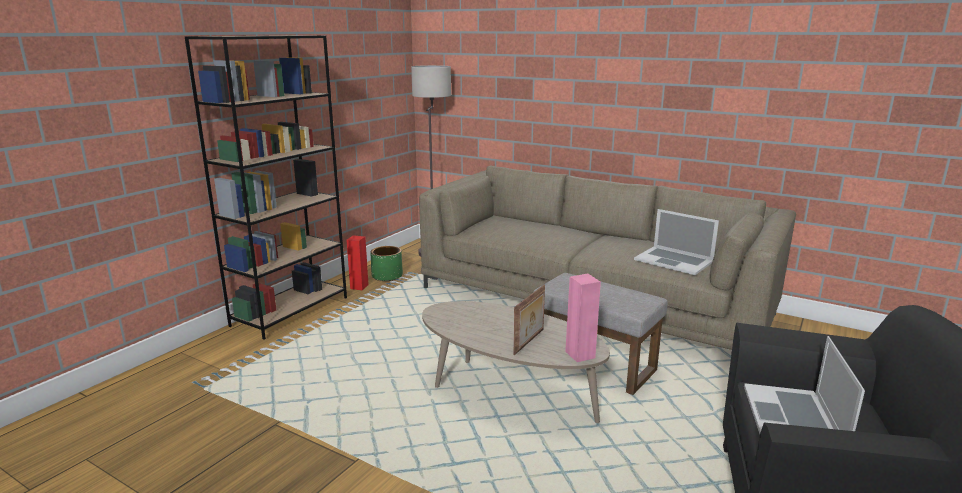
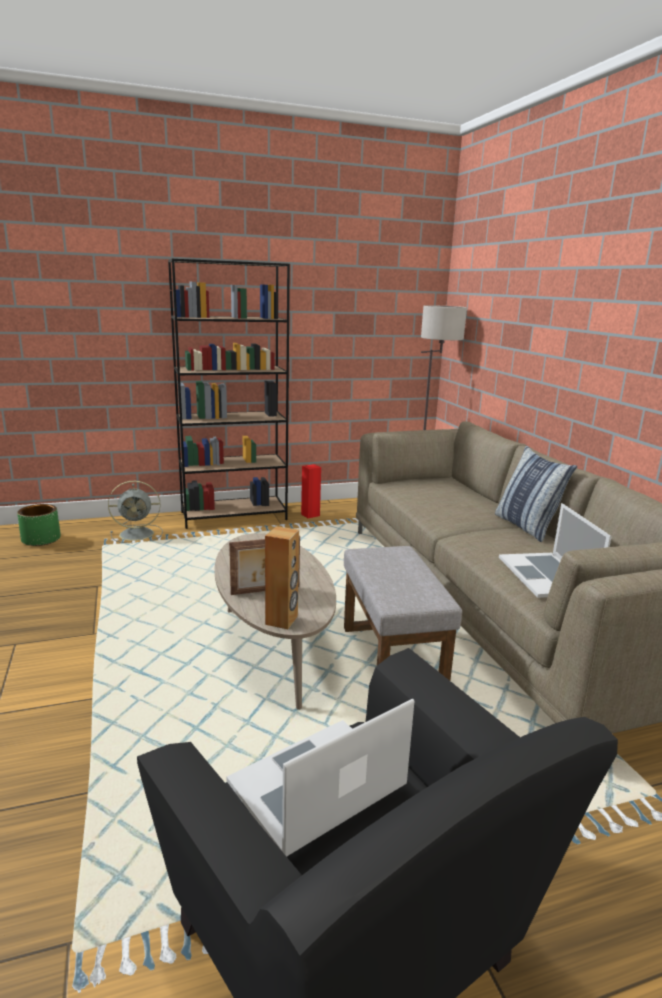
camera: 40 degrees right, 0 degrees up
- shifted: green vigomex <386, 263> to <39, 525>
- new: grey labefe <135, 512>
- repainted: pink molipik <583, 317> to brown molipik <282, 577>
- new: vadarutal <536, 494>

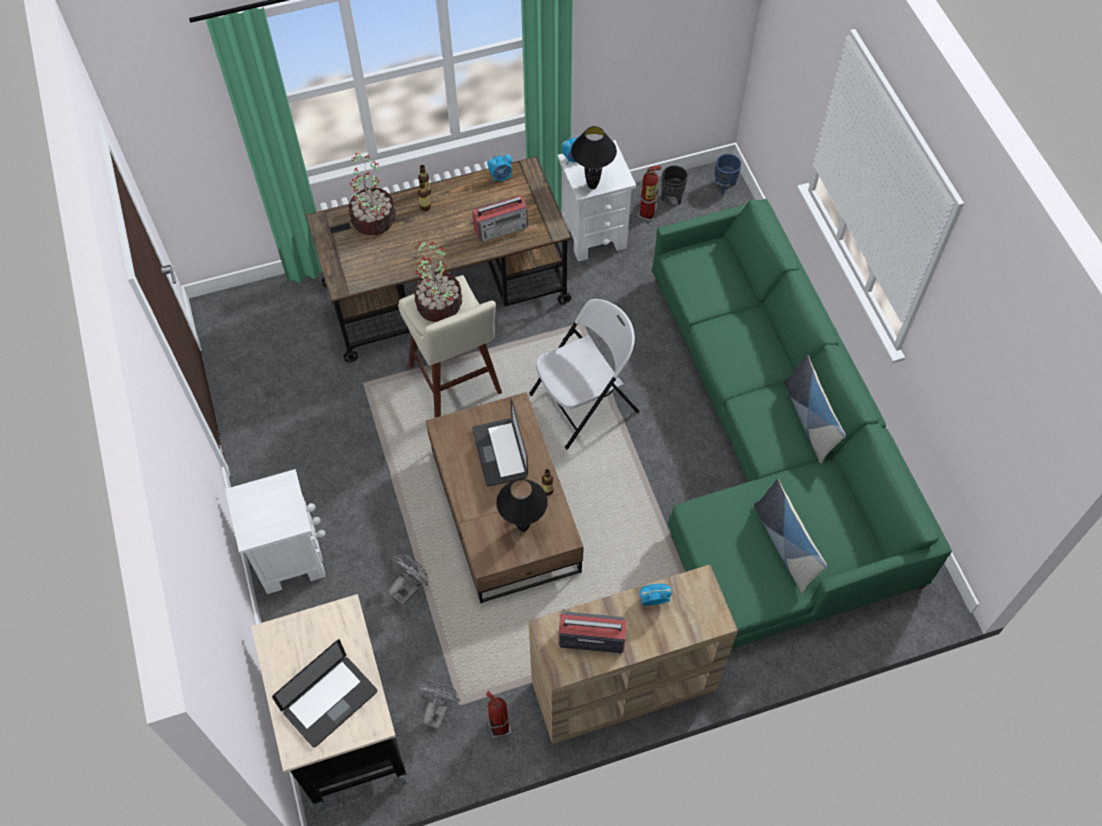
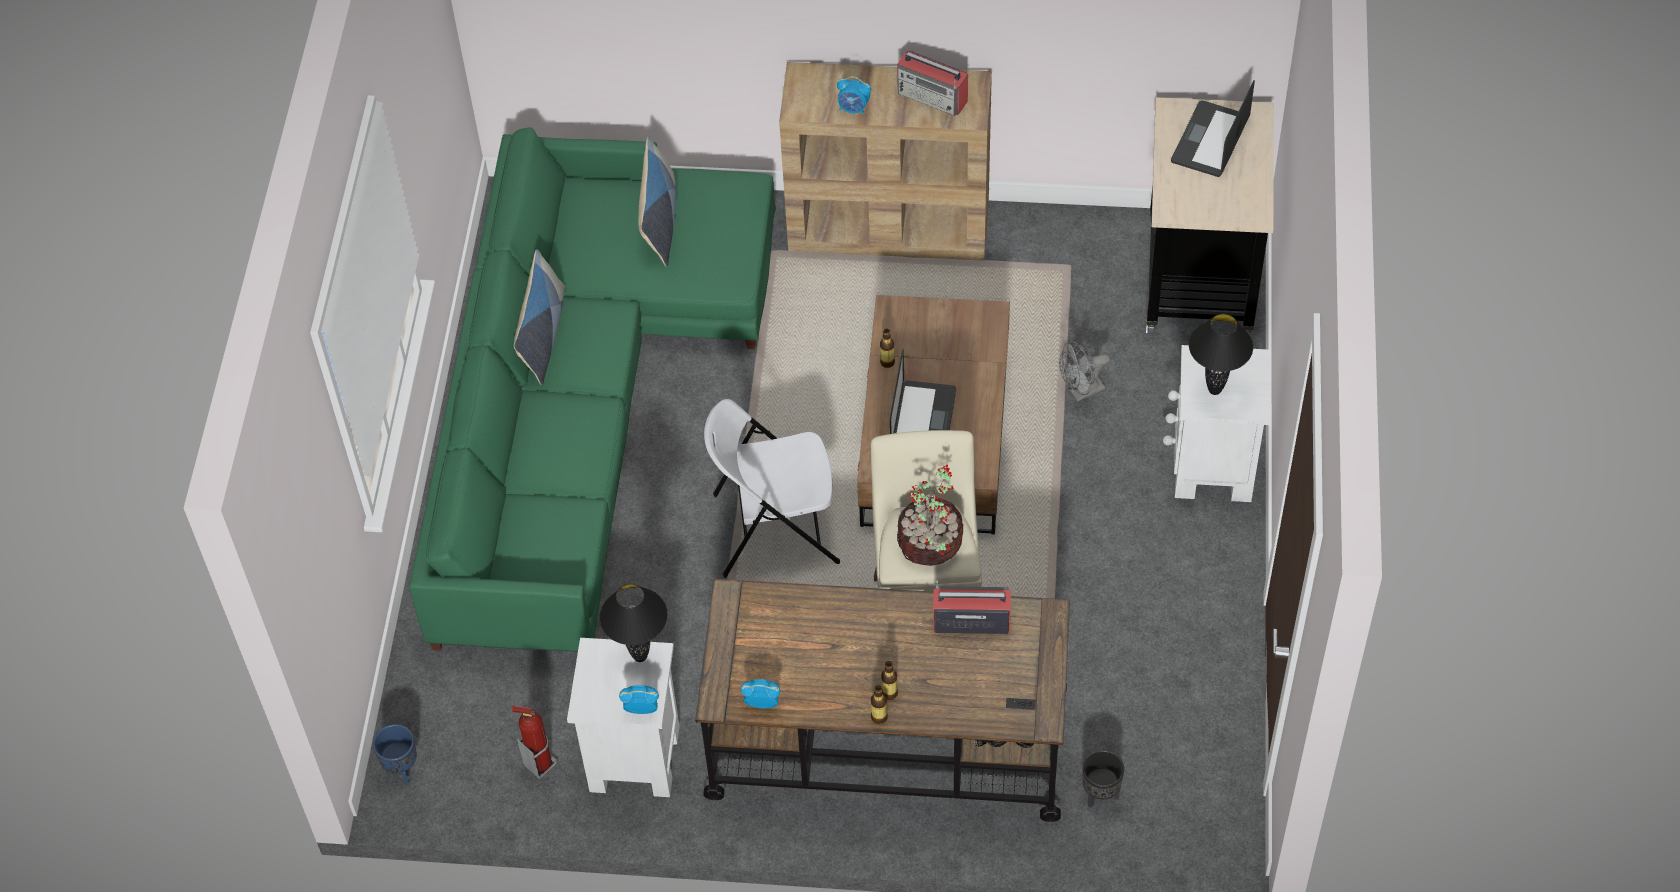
camera: 155 degrees left, 5 degrees down
- shifted: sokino <500, 218> to <972, 607>
- shifted: black vigomex <674, 185> to <1103, 779>
- rotated: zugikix <324, 693> = <1213, 128> 45 degrees counterclockwise
- shifted: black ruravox <522, 505> to <1221, 354>
- gone: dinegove <372, 194>
- gone: grey labefe <437, 704>
- gone: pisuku <498, 714>

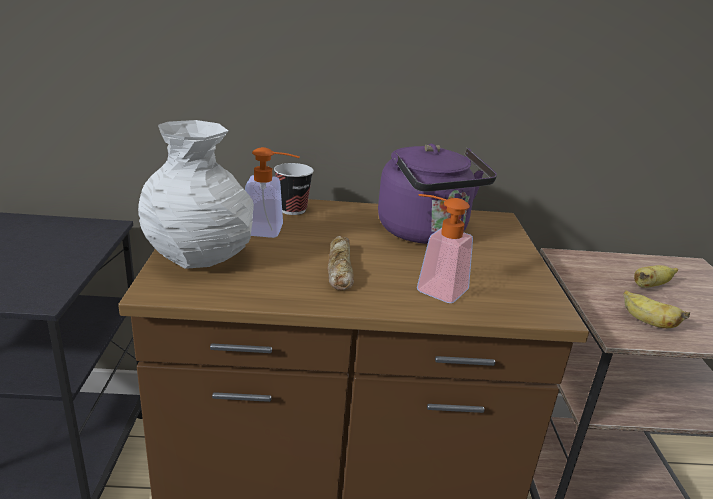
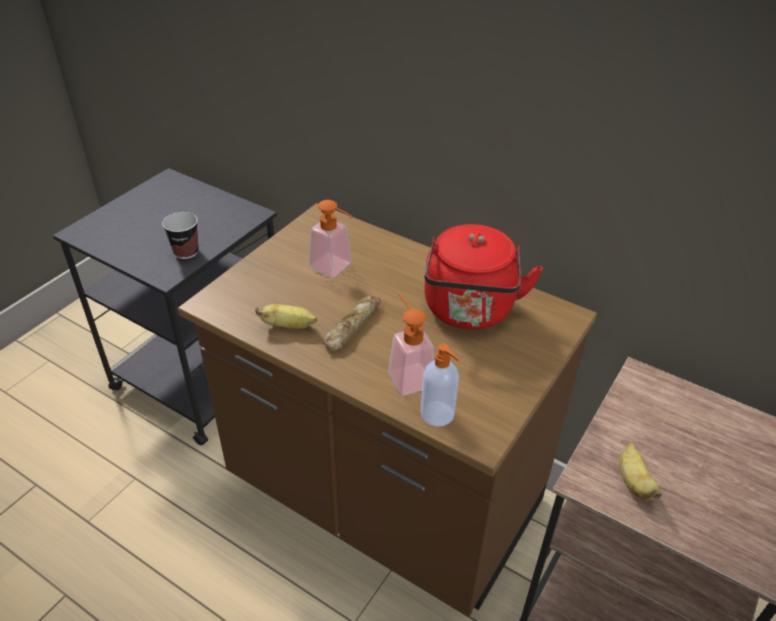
camera: 35 degrees right, 15 degrees up
- shifted: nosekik <294, 189> to <180, 235>
- shifted: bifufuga <656, 276> to <286, 316>
- new: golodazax <440, 385>
- repainted: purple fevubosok <437, 194> to red fevubosok <483, 277>
- gone: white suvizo <196, 194>

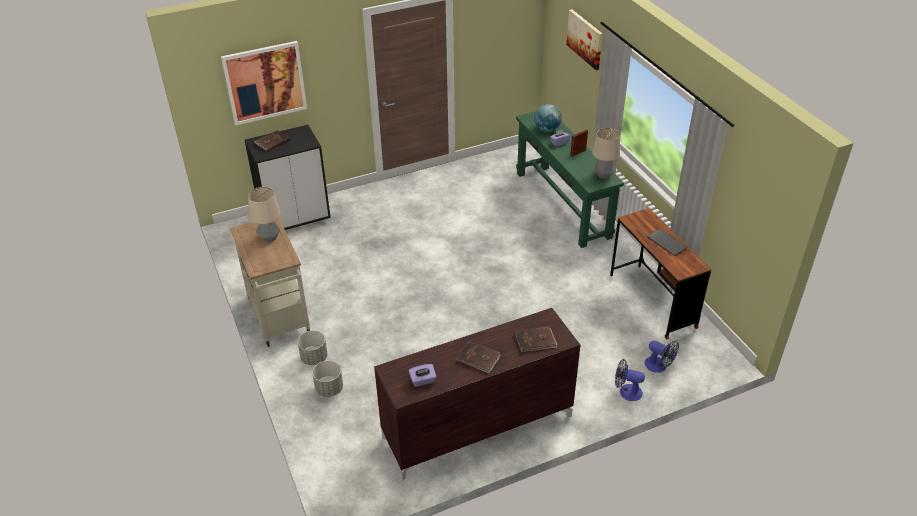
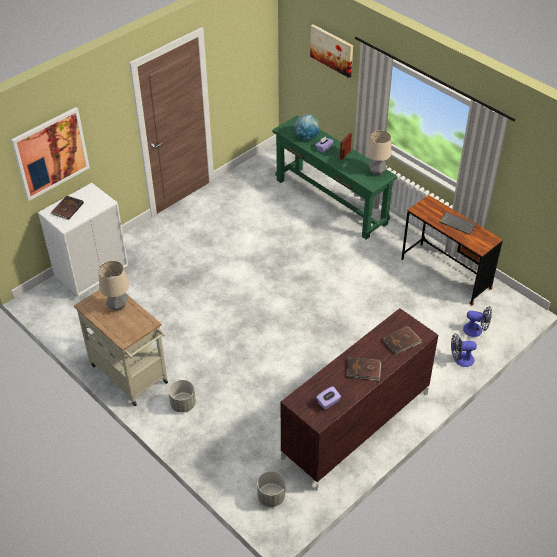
camera: 20 degrees left, 5 degrees up
- repainted: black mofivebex <288, 177> to white mofivebex <83, 239>
- shifted: grey vigomex <327, 379> to <271, 489>

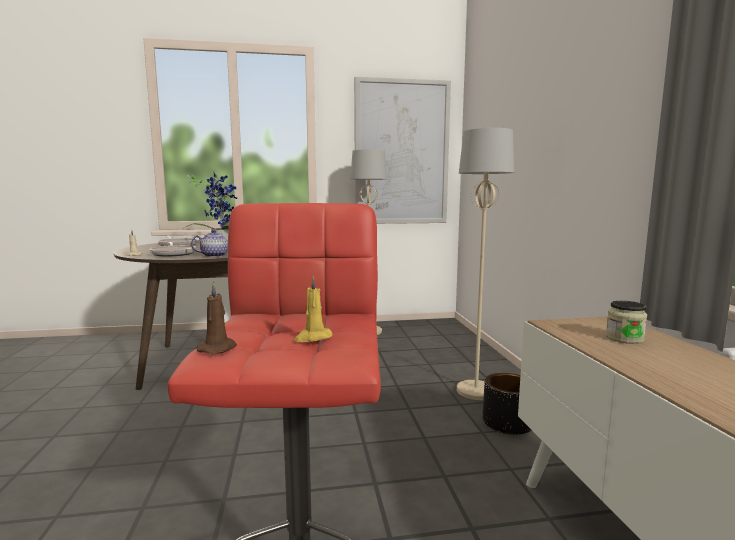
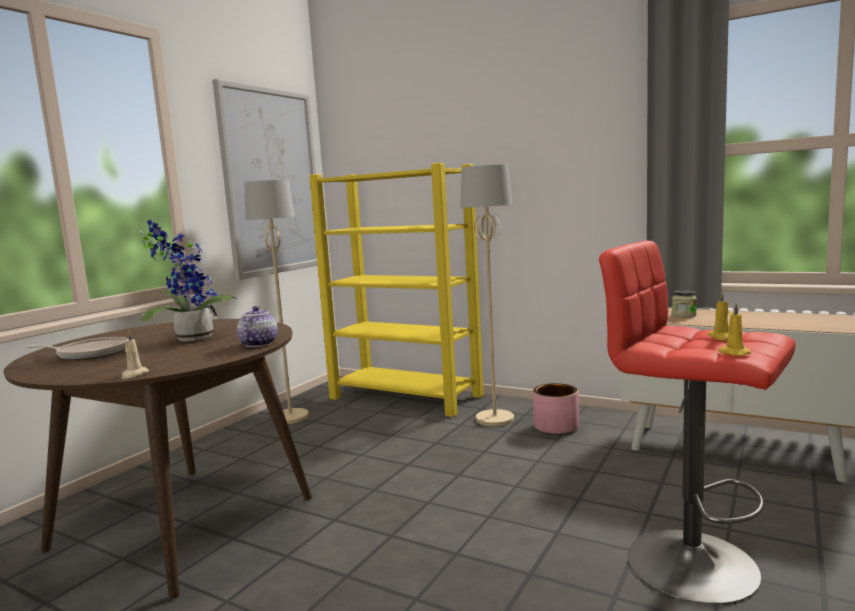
camera: 50 degrees left, 0 degrees up
- new: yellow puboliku <396, 290>
- repainted: black vigomex <507, 404> to pink vigomex <556, 409>
- repainted: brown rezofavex <217, 317> to yellow rezofavex <734, 330>
- gone: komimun <172, 249>

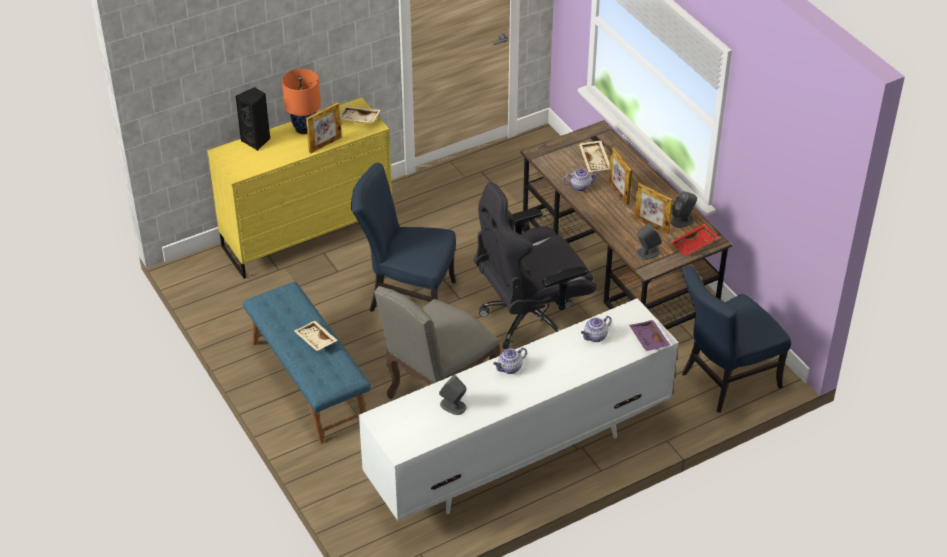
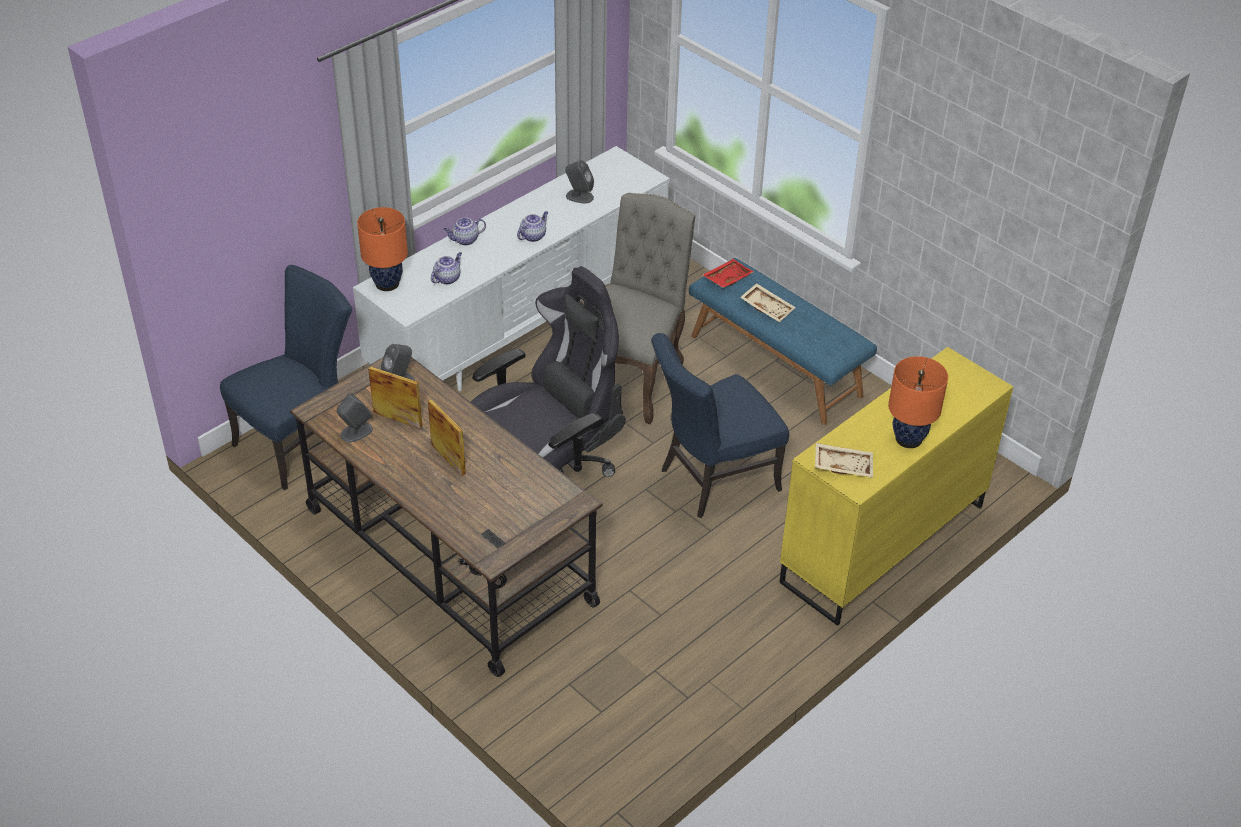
camera: 165 degrees right, 0 degrees up
- swapped: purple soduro <650, 335> to orange ruravox <382, 249>
- shifted: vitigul <581, 180> to <465, 232>
- rotated: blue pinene <403, 237> = <720, 425> 150 degrees clockwise
- shifted: red soduro <694, 240> to <728, 273>
- gone: black molipik <253, 118>
- gone: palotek <324, 127>
- gone: beige soduro <594, 156>

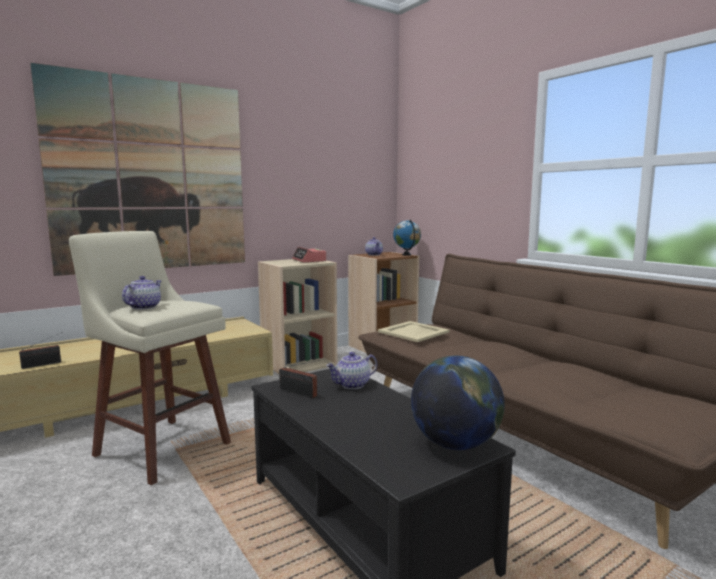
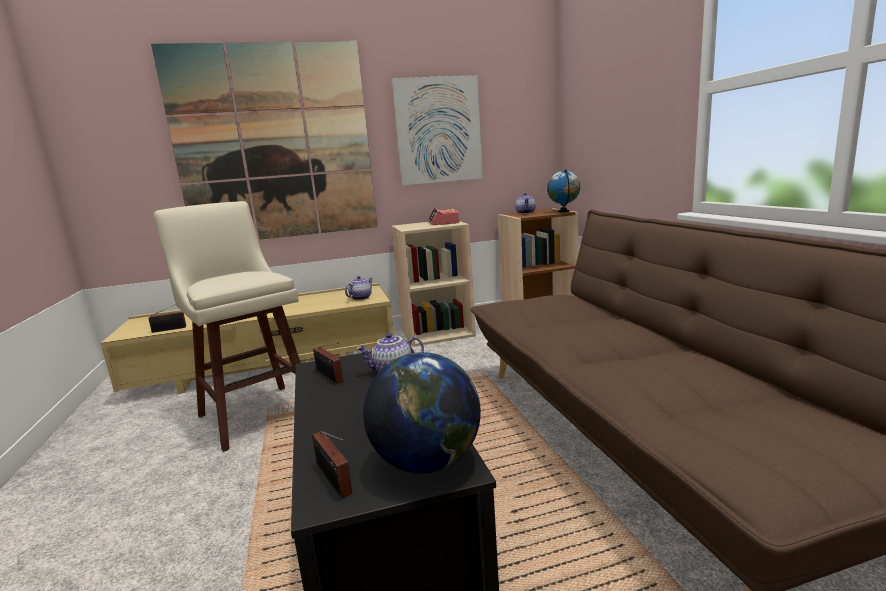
camera: 20 degrees right, 5 degrees up
- new: sokino <332, 465>
- shifted: vitigul <142, 293> to <359, 288>
- new: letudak <437, 130>
- gone: beige soduro <414, 331>

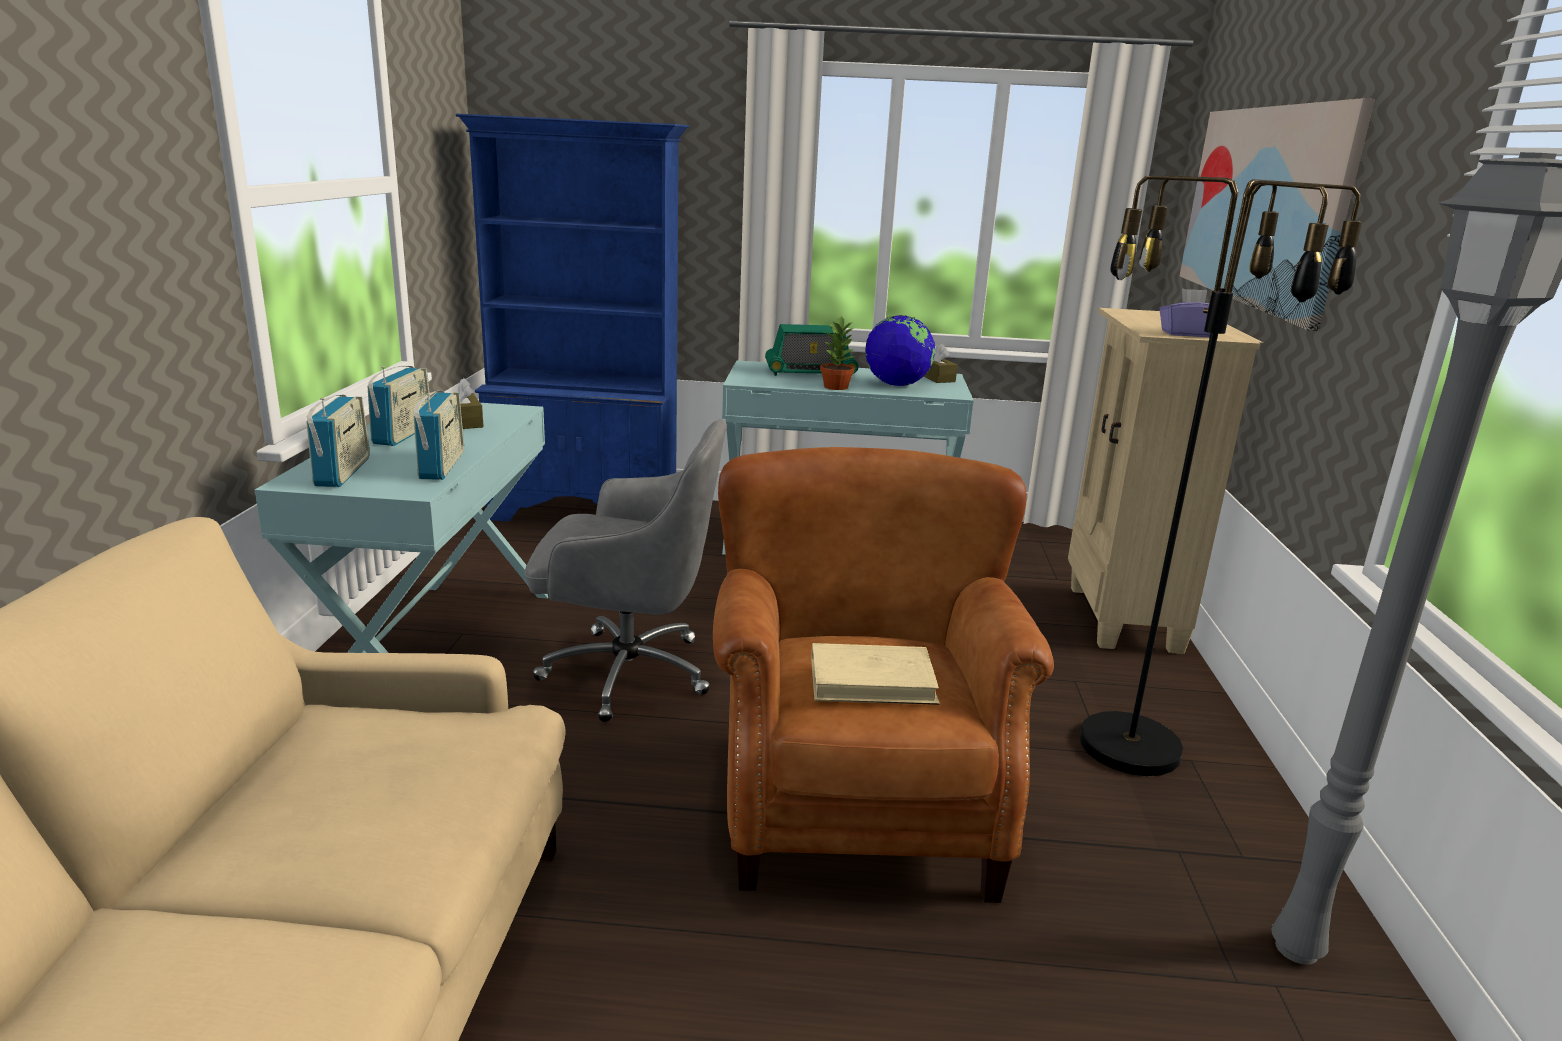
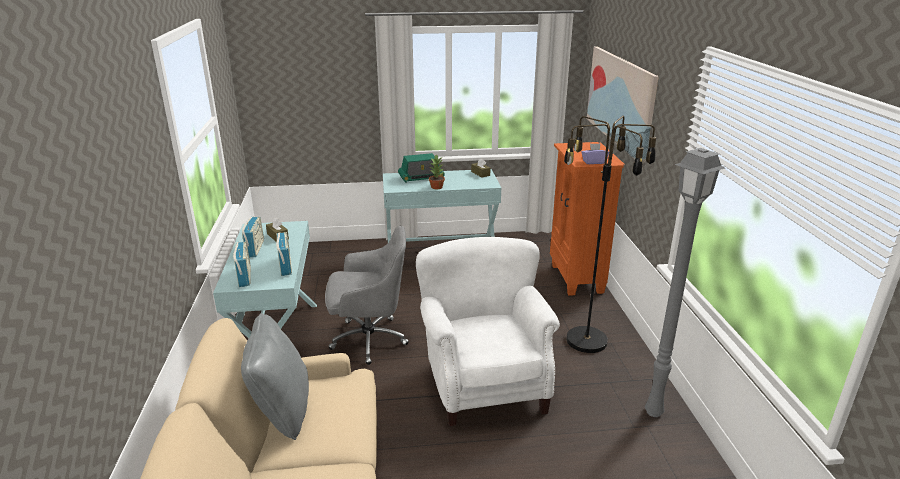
camera: 10 degrees left, 5 degrees up
- new: grey vadarutal <275, 376>
- repainted: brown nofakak <883, 675> to white nofakak <488, 331>
- repainted: beige mofivebex <1166, 481> to orange mofivebex <587, 219>
- gone: blue puboliku <572, 318>
- gone: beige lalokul <875, 674>
- gone: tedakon <900, 350>

